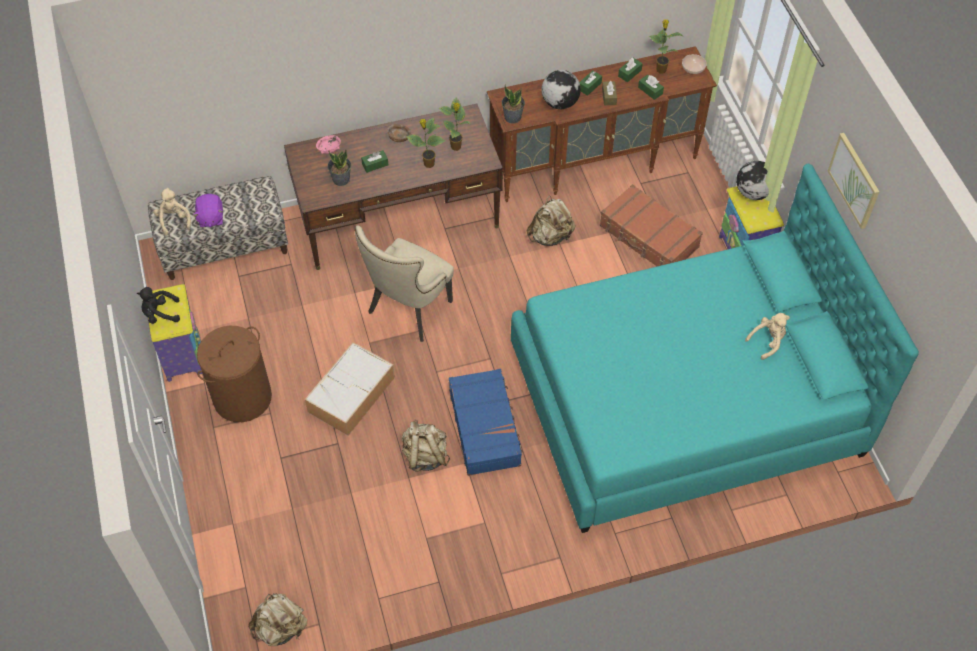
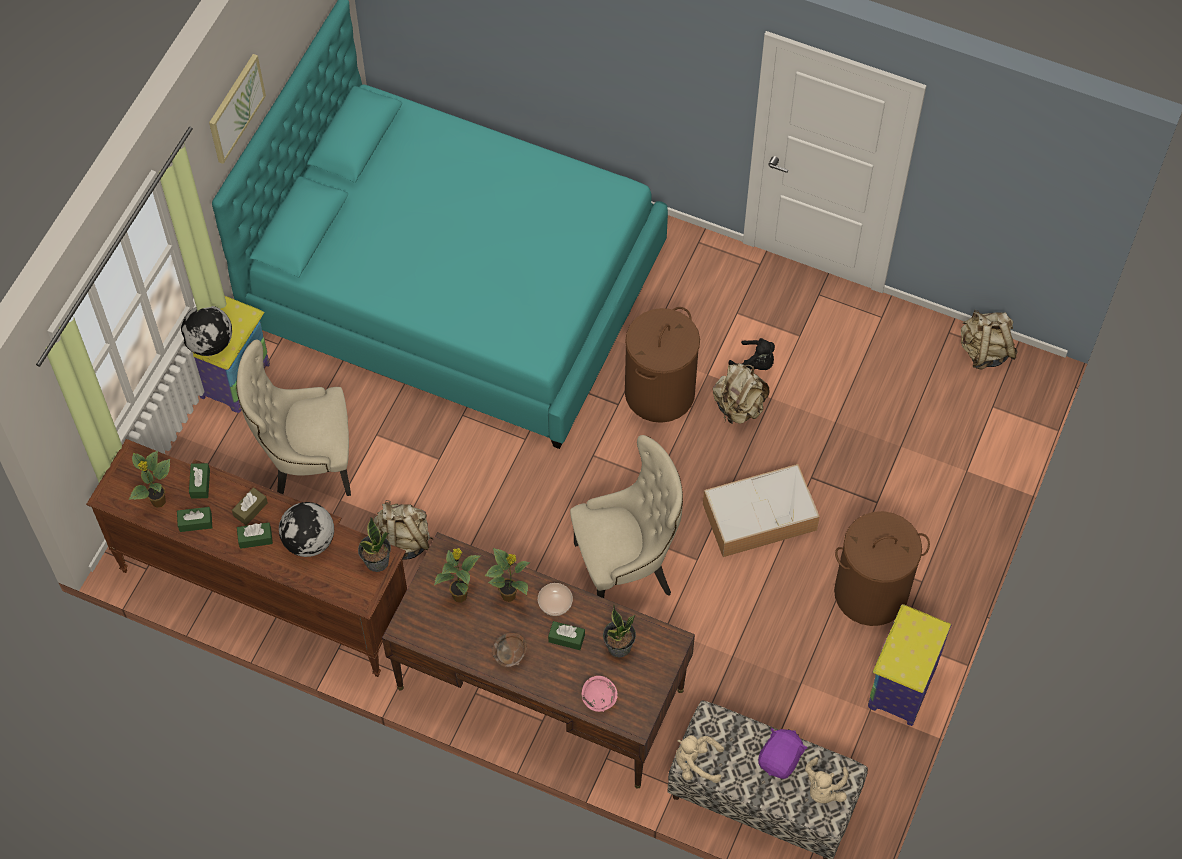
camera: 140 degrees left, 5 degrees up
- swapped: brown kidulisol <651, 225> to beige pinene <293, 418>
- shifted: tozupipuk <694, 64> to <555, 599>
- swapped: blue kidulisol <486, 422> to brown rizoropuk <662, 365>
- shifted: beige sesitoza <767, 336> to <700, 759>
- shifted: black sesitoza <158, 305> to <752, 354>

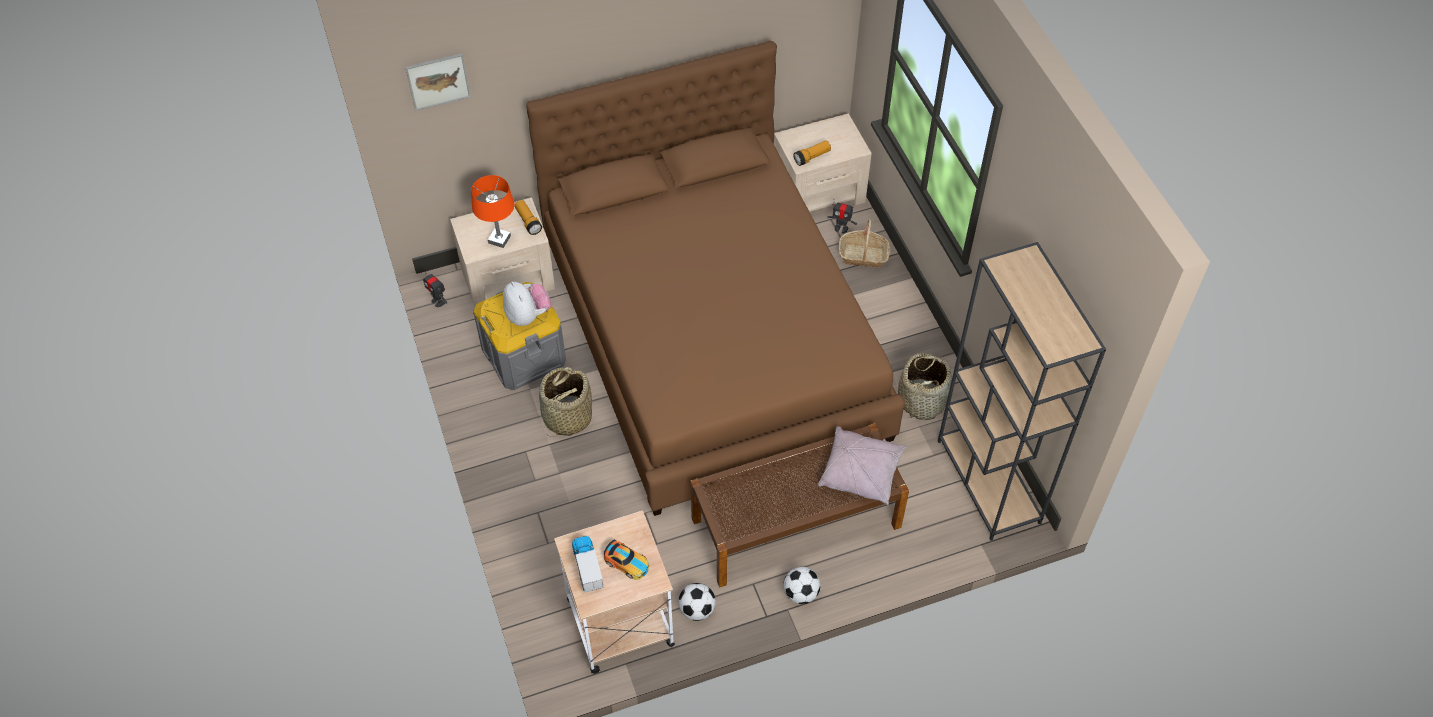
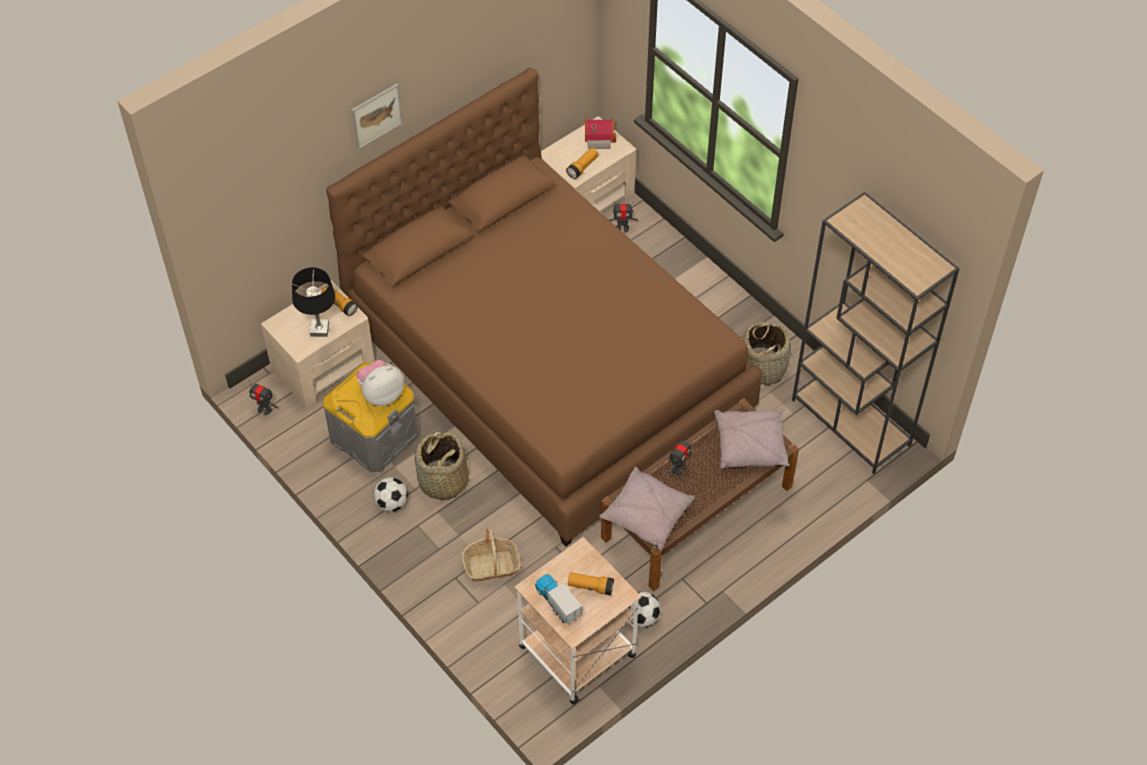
camera: 20 degrees left, 0 degrees up
- repainted: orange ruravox <493, 211> to black ruravox <313, 302>
- shifted: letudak <438, 82> to <377, 116>
- rotated: sesitoza <527, 303> = <380, 383> 75 degrees counterclockwise
- shifted: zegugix <801, 585> to <390, 494>
- shifted: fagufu <864, 243> to <491, 555>
- swapped: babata <626, 560> to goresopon <591, 583>
- new: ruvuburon <600, 134>
- new: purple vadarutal <647, 509>
- new: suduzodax <680, 455>

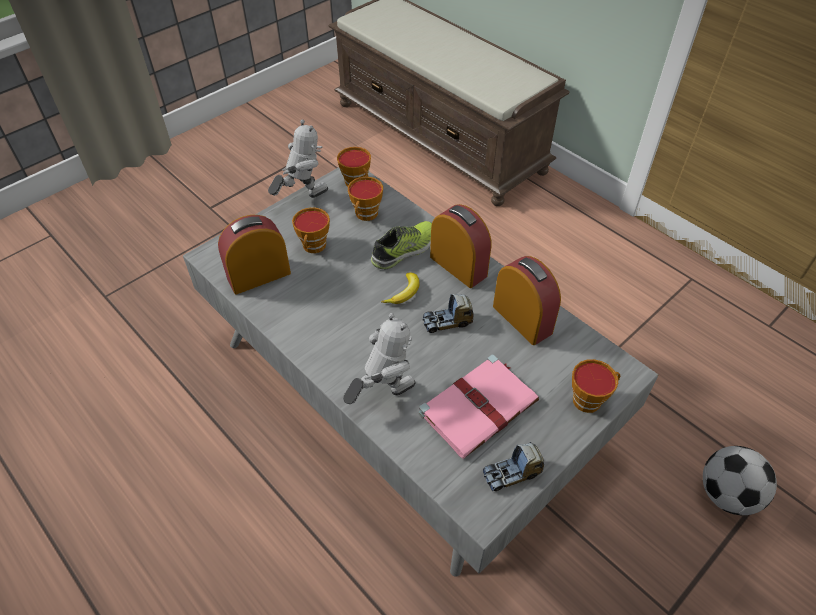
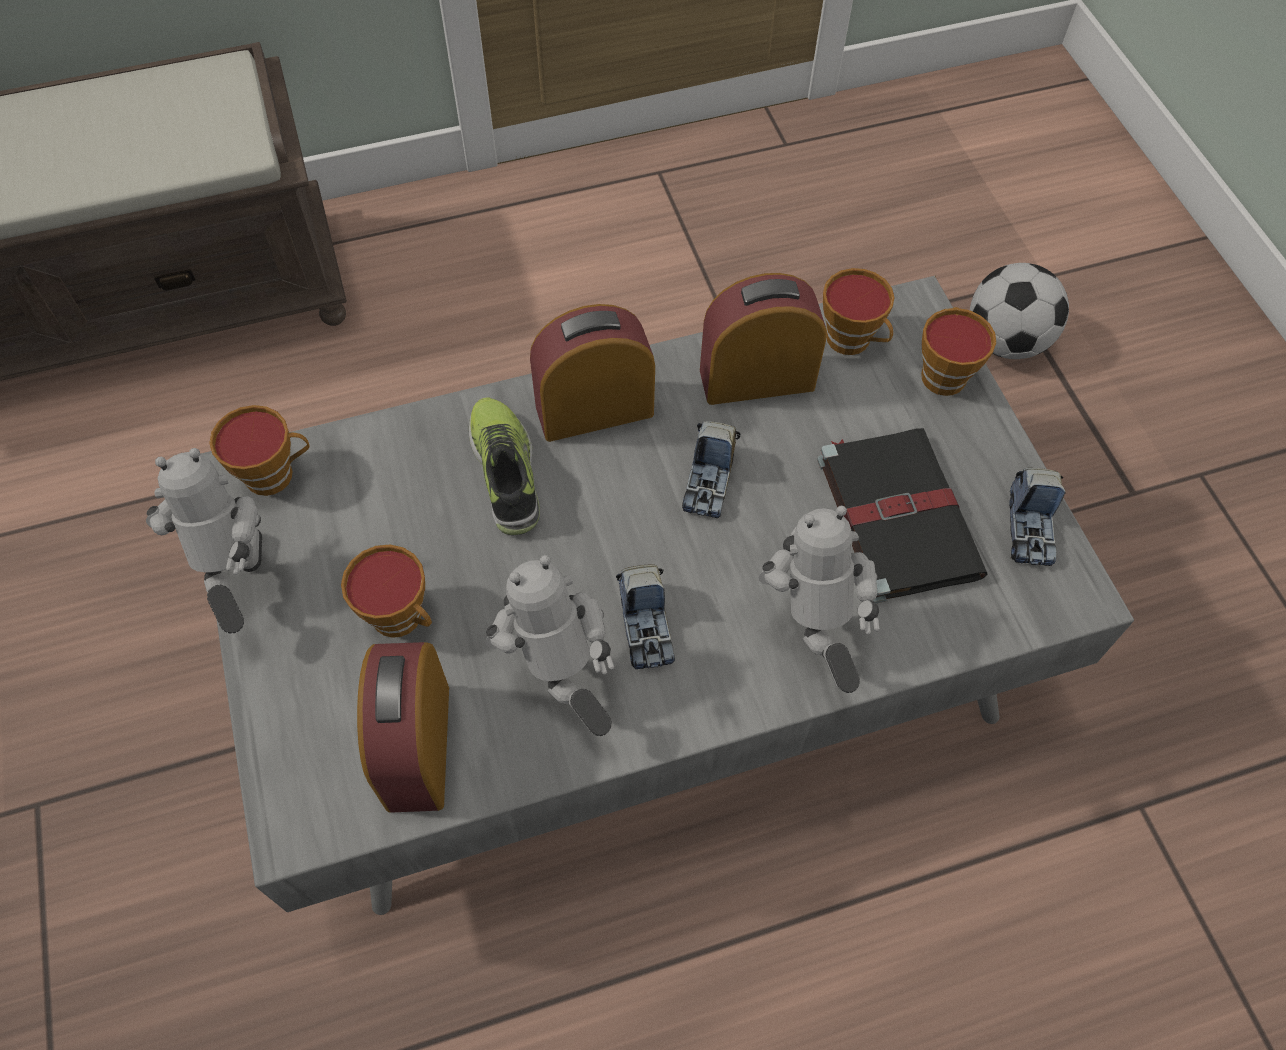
camera: 65 degrees left, 10 degrees up
- new: suduzodax <549, 645>
- new: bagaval <645, 616>
- repainted: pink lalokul <479, 407> to black lalokul <902, 515>
- shifted: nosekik <365, 199> to <859, 311>
- gone: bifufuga <400, 288>

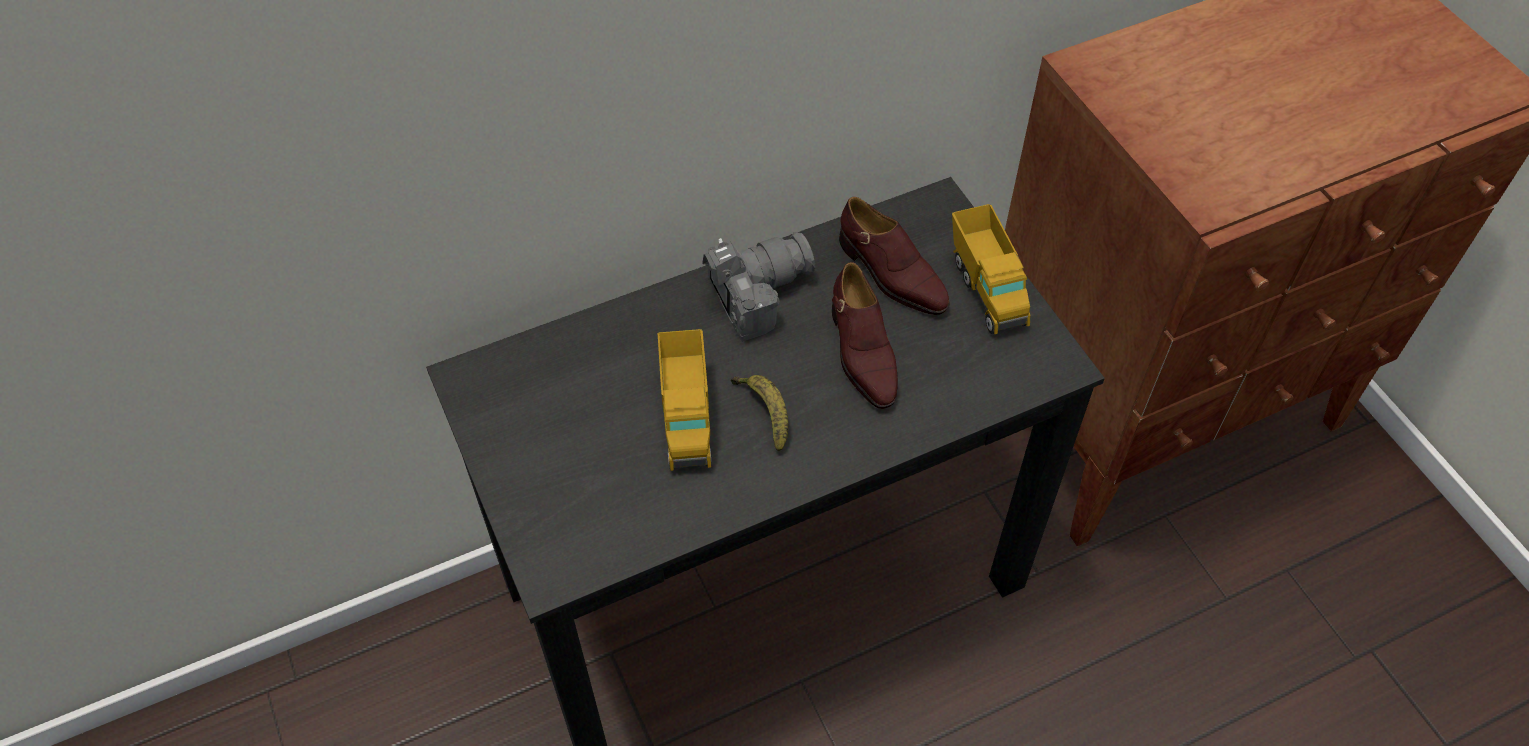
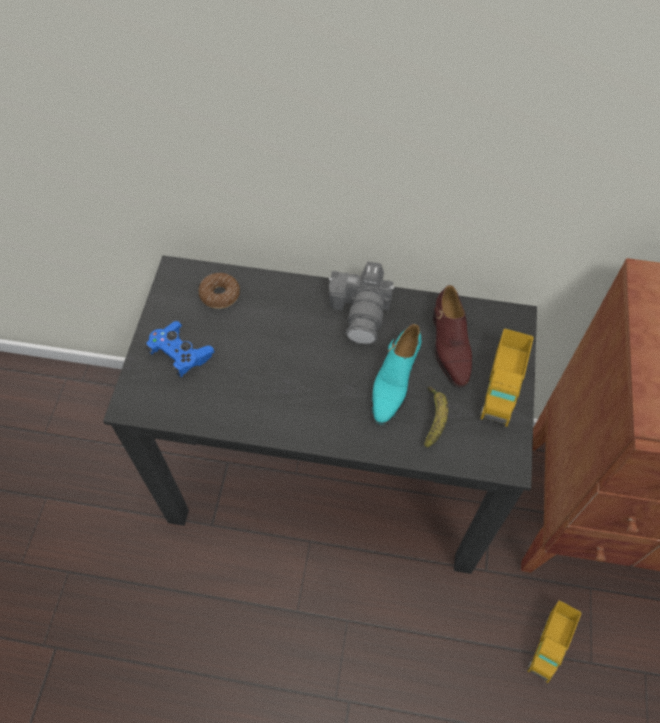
camera: 35 degrees right, 5 degrees up
- new: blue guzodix <180, 349>
- new: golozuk <219, 291>
- rotated: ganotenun <758, 287> = <361, 303> 90 degrees clockwise
- repainted: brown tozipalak <865, 335> to turquoise tozipalak <396, 374>
- shifted: bifufuga <759, 413> to <436, 417>
- shifted: bagaval <684, 400> to <554, 642>

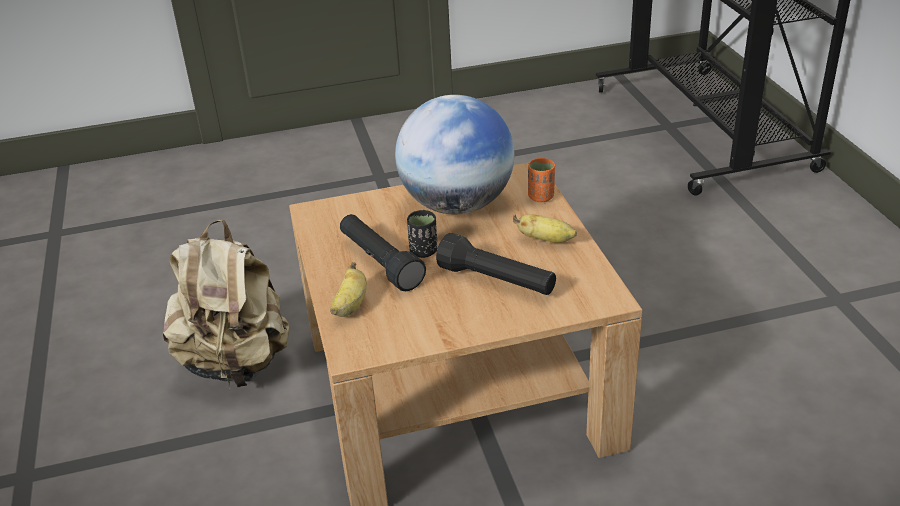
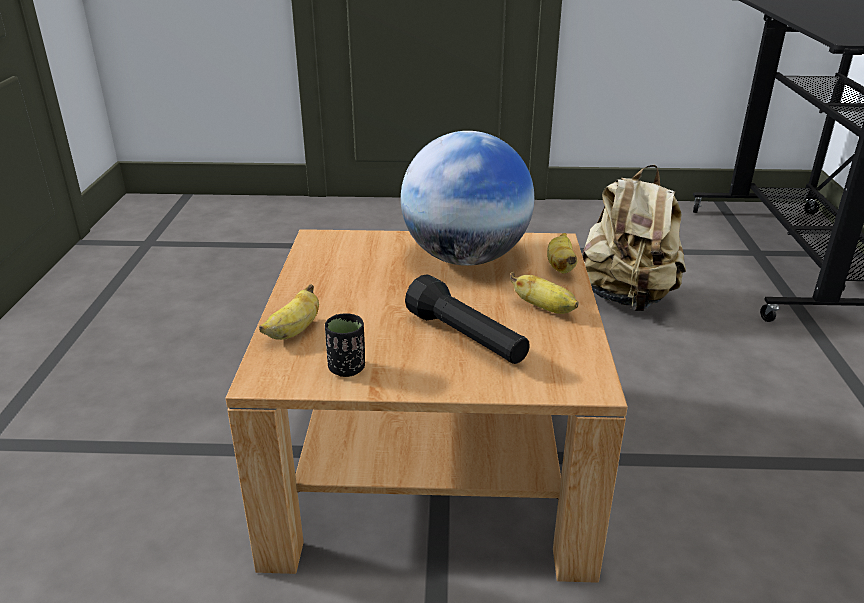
camera: 15 degrees right, 5 degrees down
- shifted: black nosekik <422, 234> to <345, 345>
- swapped: orange nosekik <541, 180> to bifufuga <562, 253>
- shifted: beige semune <226, 303> to <634, 238>
- gone: black goresopon <383, 252>

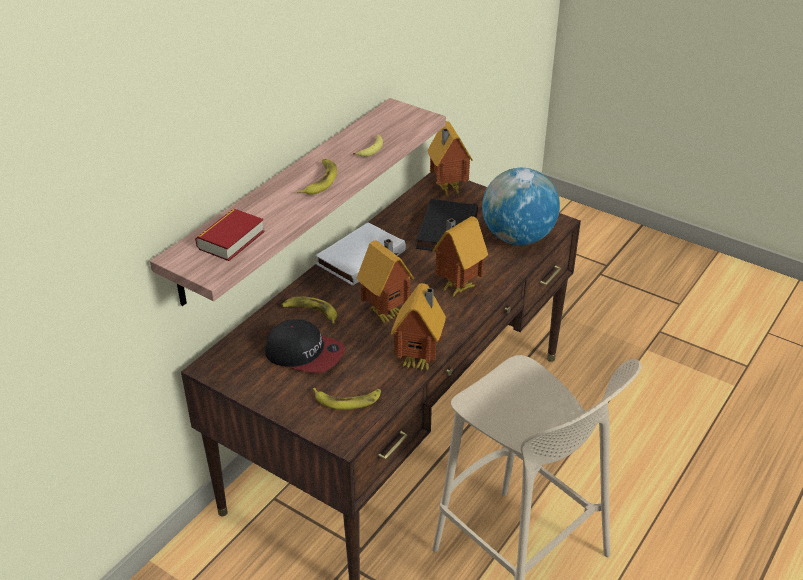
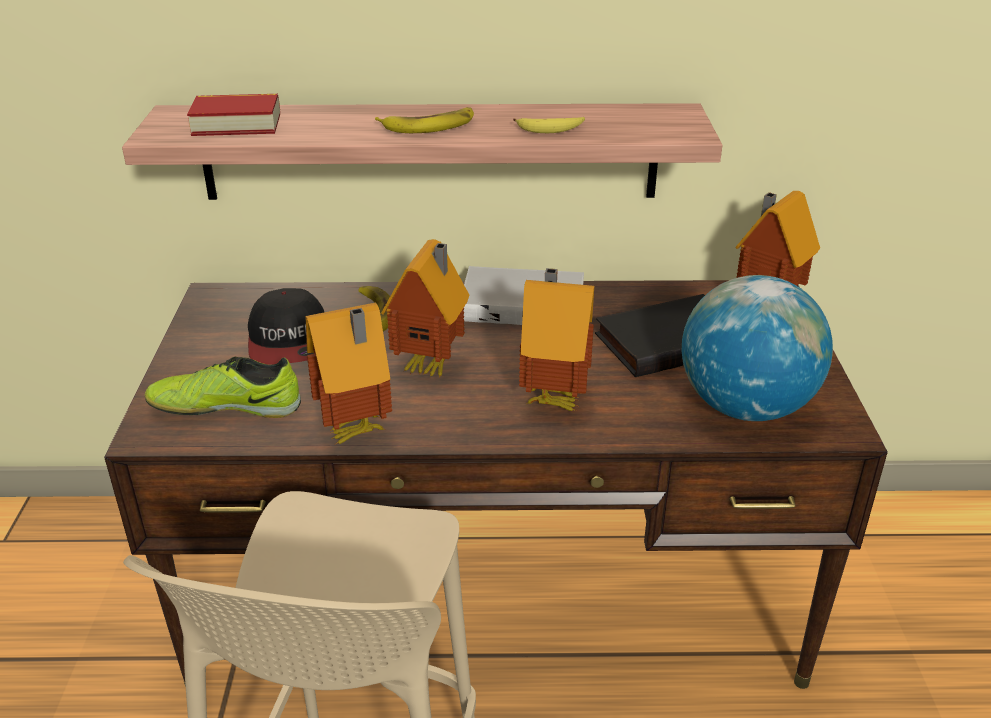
camera: 55 degrees right, 5 degrees down
- swapped: bifufuga <347, 399> to tozipalak <223, 387>

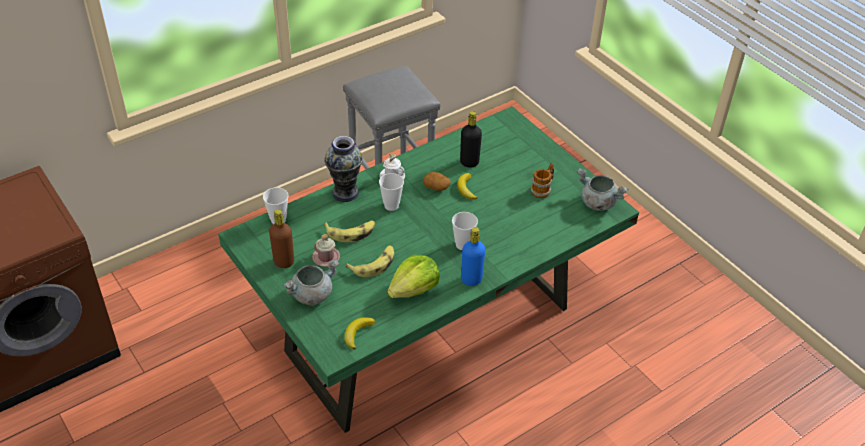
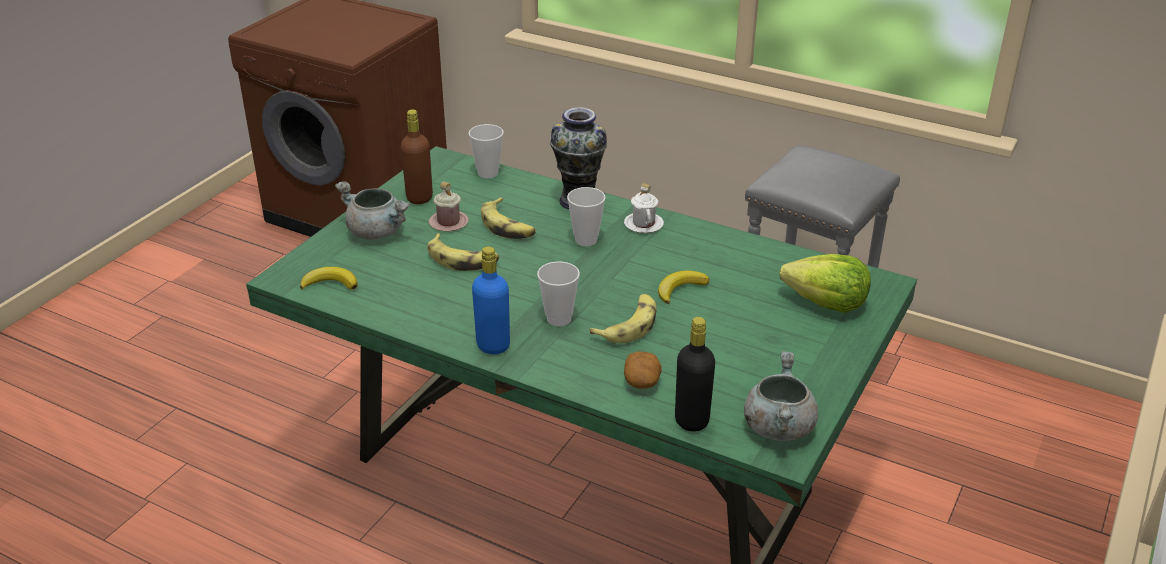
camera: 65 degrees right, 10 degrees down
- new: bifufuga <623, 318>
- shifted: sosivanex <437, 181> to <642, 370>
- shifted: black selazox <471, 139> to <695, 374>
- shifted: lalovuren <413, 276> to <825, 283>
- gone: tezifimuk <542, 180>

